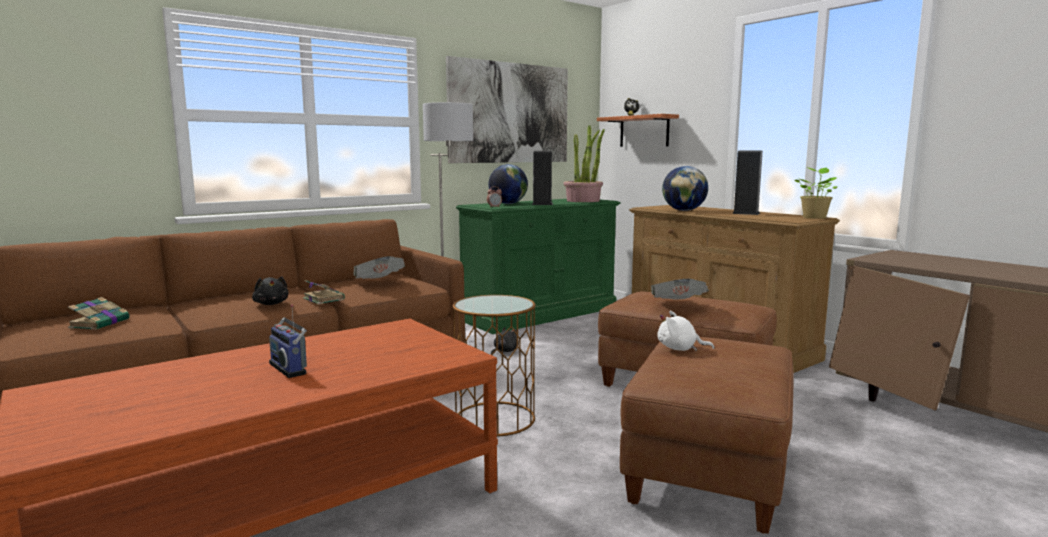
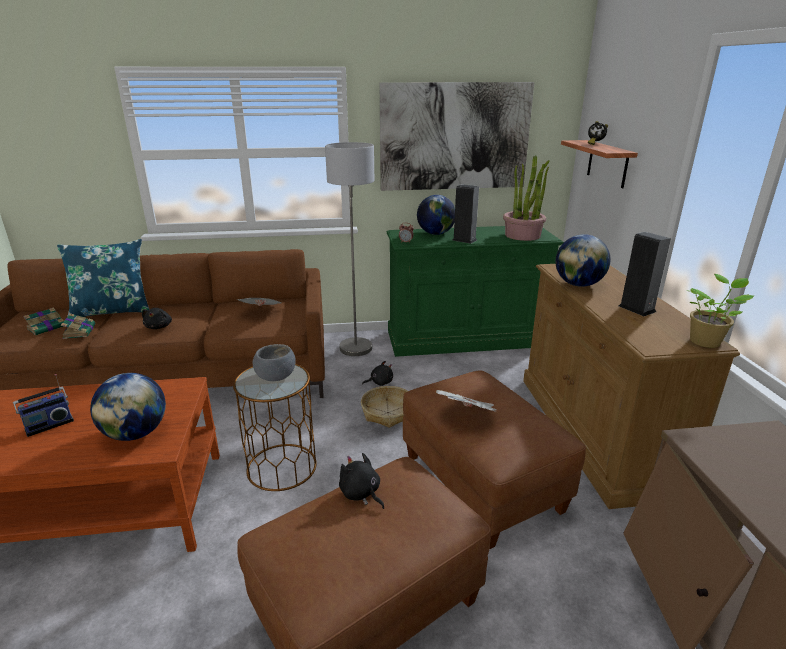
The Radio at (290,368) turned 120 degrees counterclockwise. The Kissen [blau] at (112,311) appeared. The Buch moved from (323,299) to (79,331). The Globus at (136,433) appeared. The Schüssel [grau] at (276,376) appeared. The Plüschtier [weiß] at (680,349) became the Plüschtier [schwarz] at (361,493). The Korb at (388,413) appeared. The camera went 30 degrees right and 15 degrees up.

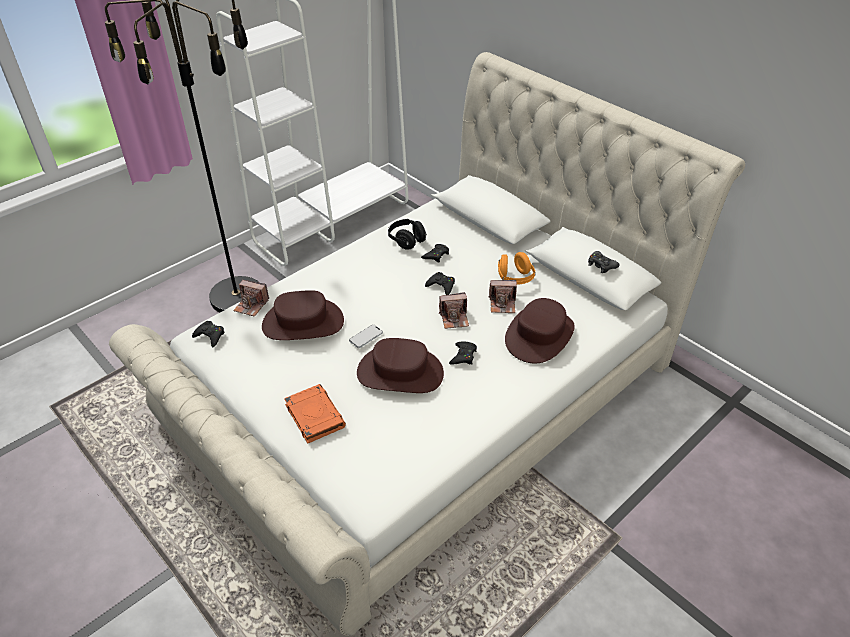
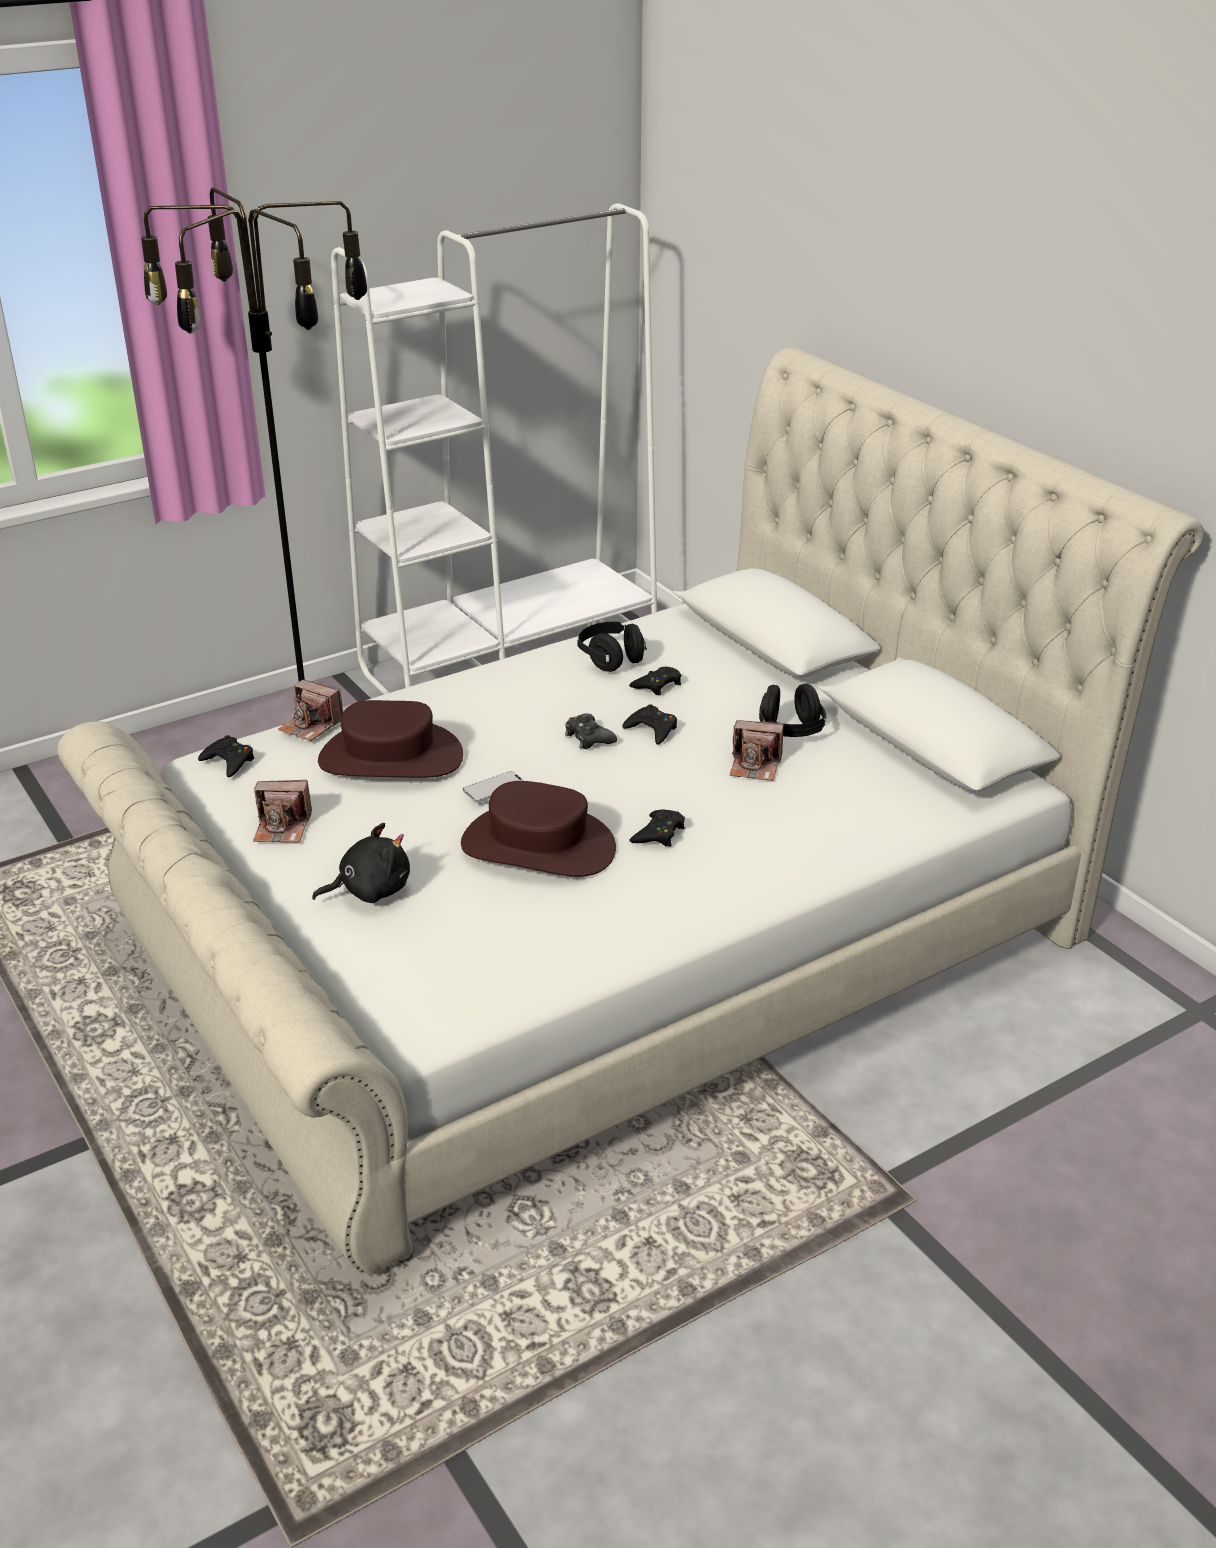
The Kamera moved from (454,318) to (282,828). The Buch [orange] at (314,416) was replaced by the Plüschtier [schwarz] at (370,890). The Gamepad [schwarz] moved from (601,265) to (588,738). The Kopfhörer [orange] at (515,278) became the Kopfhörer [schwarz] at (790,731). The Hut [braun] at (539,335) disappeared. The camera went 10 degrees right and 10 degrees down.

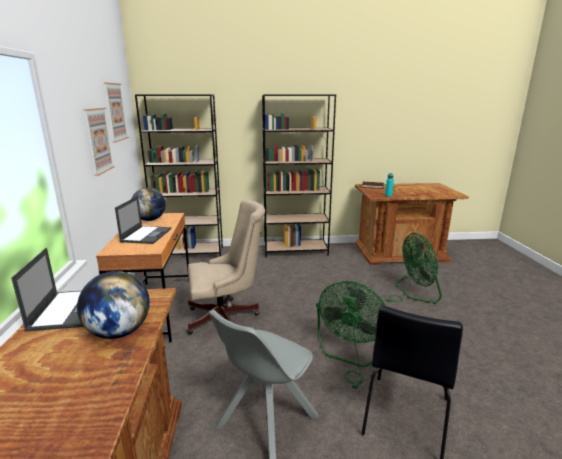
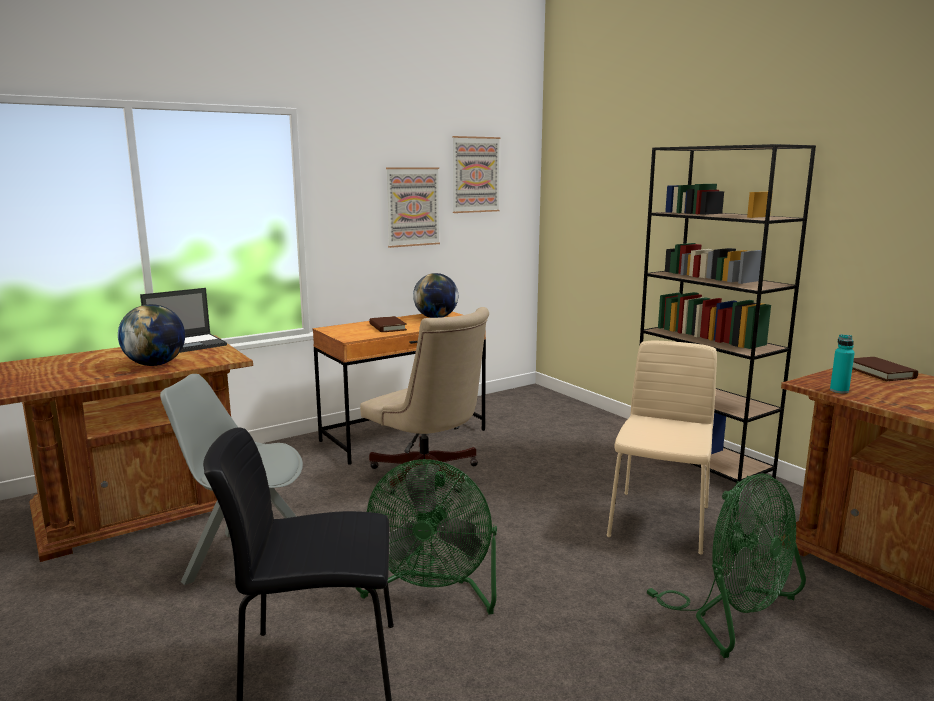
The Ventilator [grün] at (350,356) turned 105 degrees clockwise. The Laptop at (146,235) was replaced by the Buch [braun] at (387,327). The Stuhl [beige] at (660,519) appeared. The Bücherregal [beige] at (190,253) disappeared. The camera went 60 degrees right and 5 degrees down.

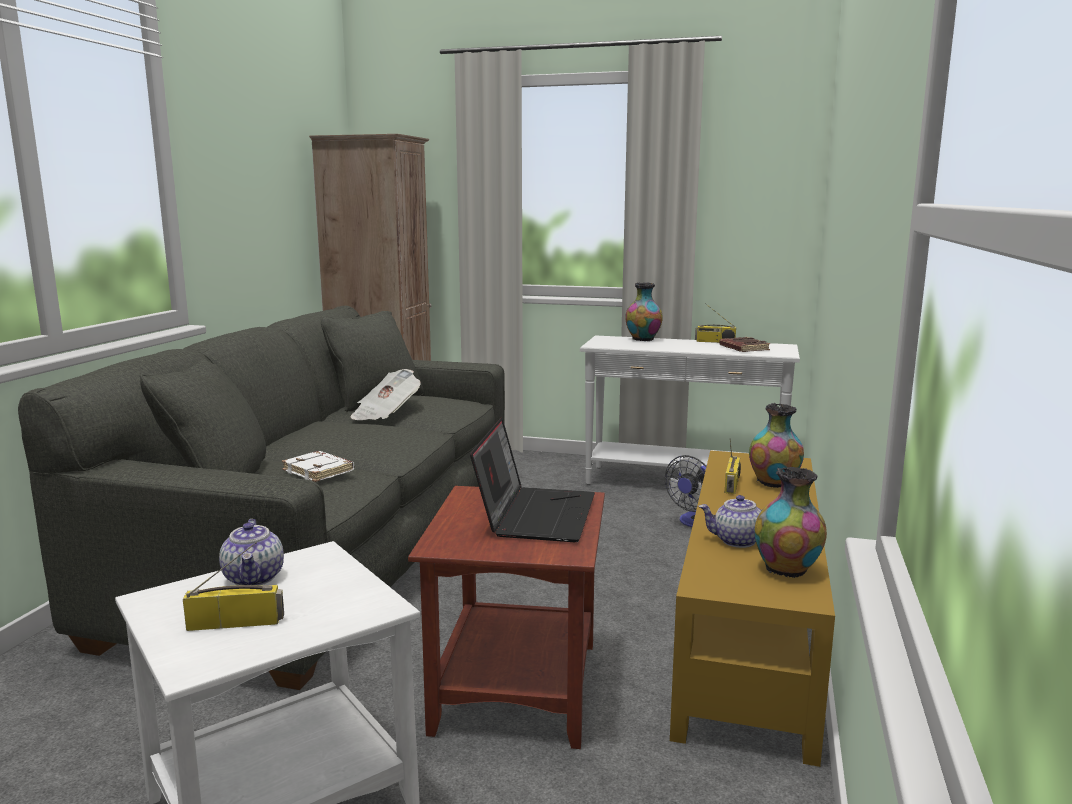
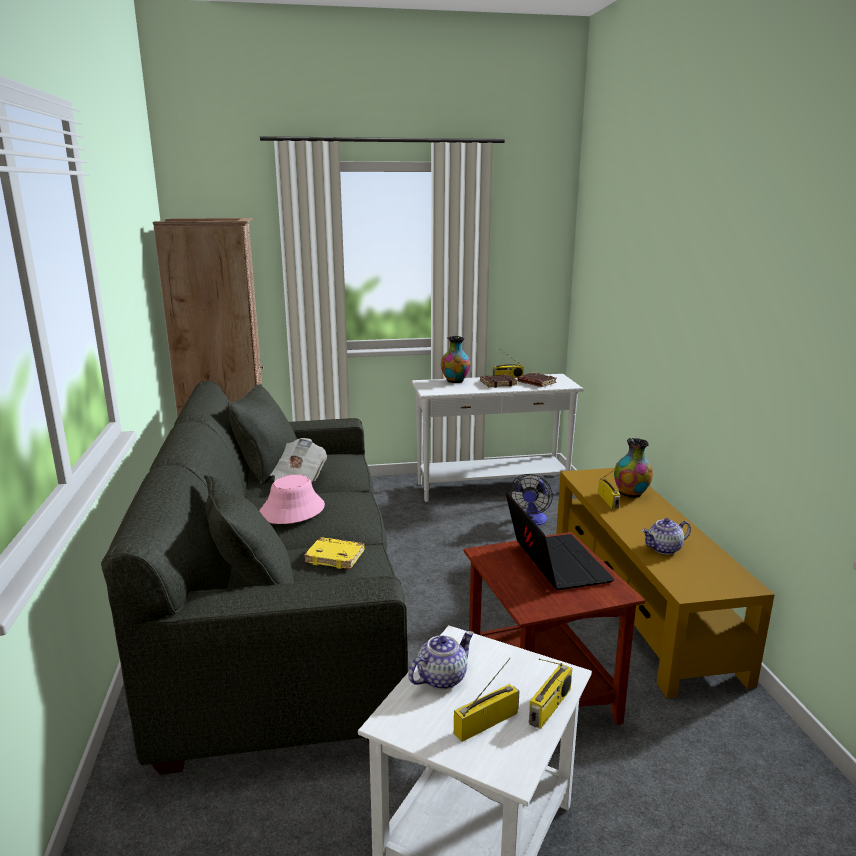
The Hut [rosa] at (292,510) appeared. The Buch [weiß] at (319,471) became the Buch [gelb] at (336,556). The Teekanne at (254,578) turned 90 degrees counterclockwise. The Buch [braun] at (498,383) appeared. The Radio at (550,707) appeared. The Vase at (787,570) disappeared. The camera went 25 degrees left and 5 degrees up.

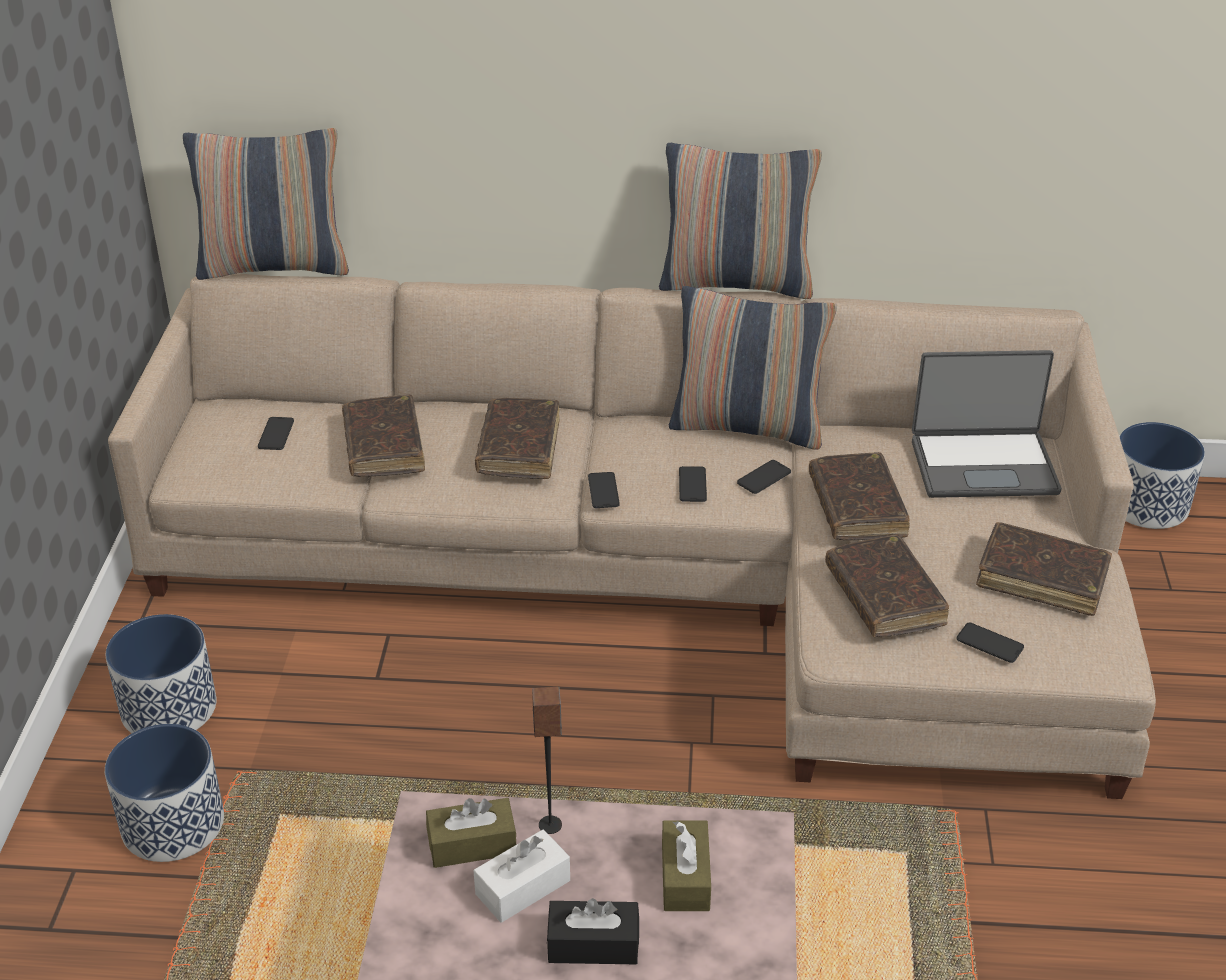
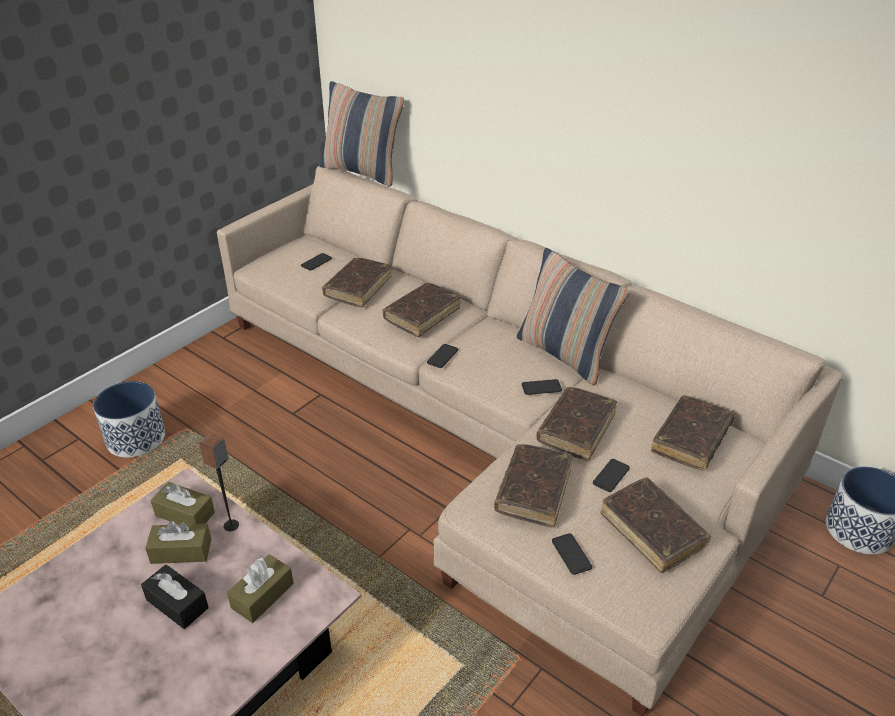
The Taschentuchbox [weiß] at (523,887) became the Taschentuchbox [braun] at (181,551). The Handy moved from (692,485) to (611,475). The Laptop at (983,465) was replaced by the Buch [braun] at (691,439). The Pflanzkübel at (168,709) disappeared. The Kissen at (736,283) disappeared. The camera went 35 degrees right and 0 degrees up.

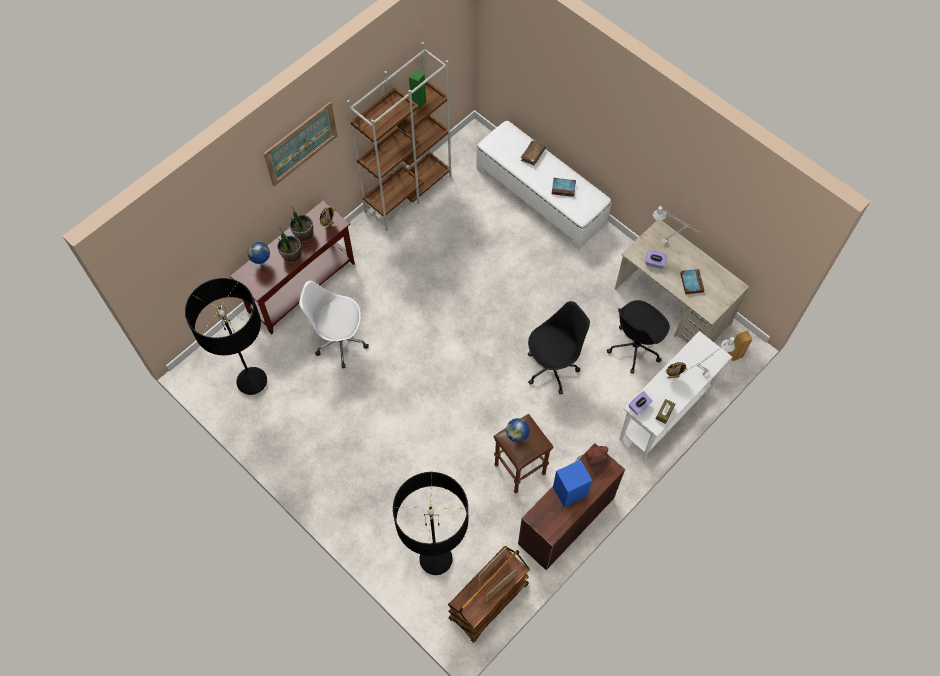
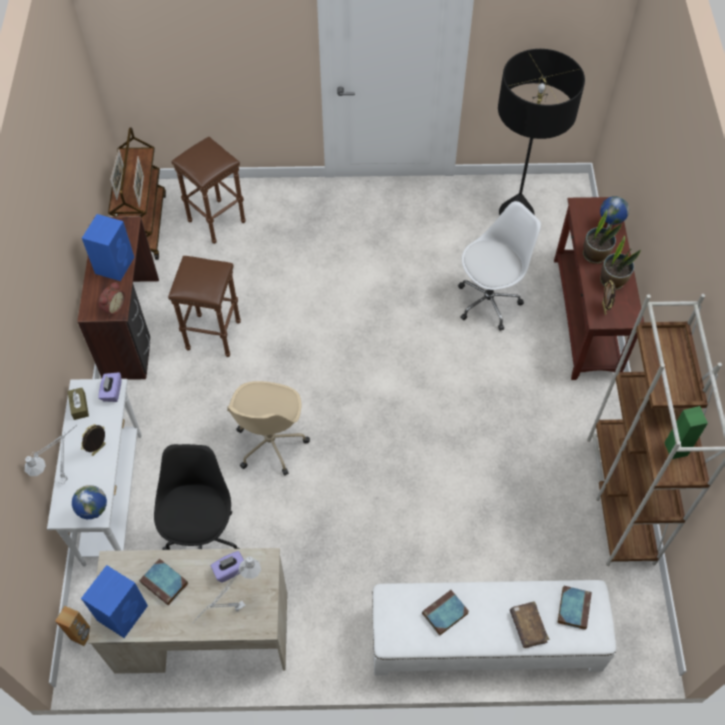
The Globus moved from (517,438) to (96,515). The Lautsprecher [blau] at (123,612) appeared. The Stehlampe [schwarz] at (436,560) was replaced by the Hocker [braun] at (216,220). The Bürostuhl [schwarz] at (552,368) became the Bürostuhl [beige] at (270,447). The Buch at (573,607) appeared. The Bild at (301,143) disappeared. The camera went 135 degrees right and 5 degrees down.

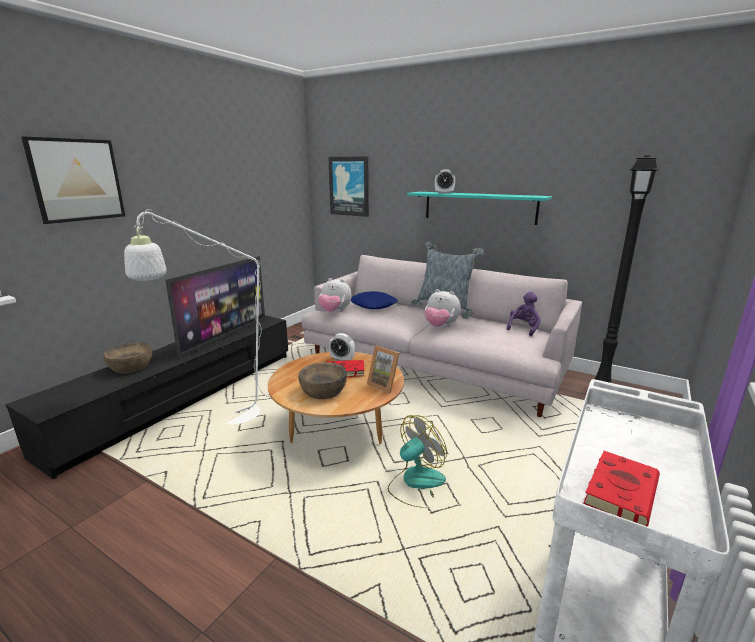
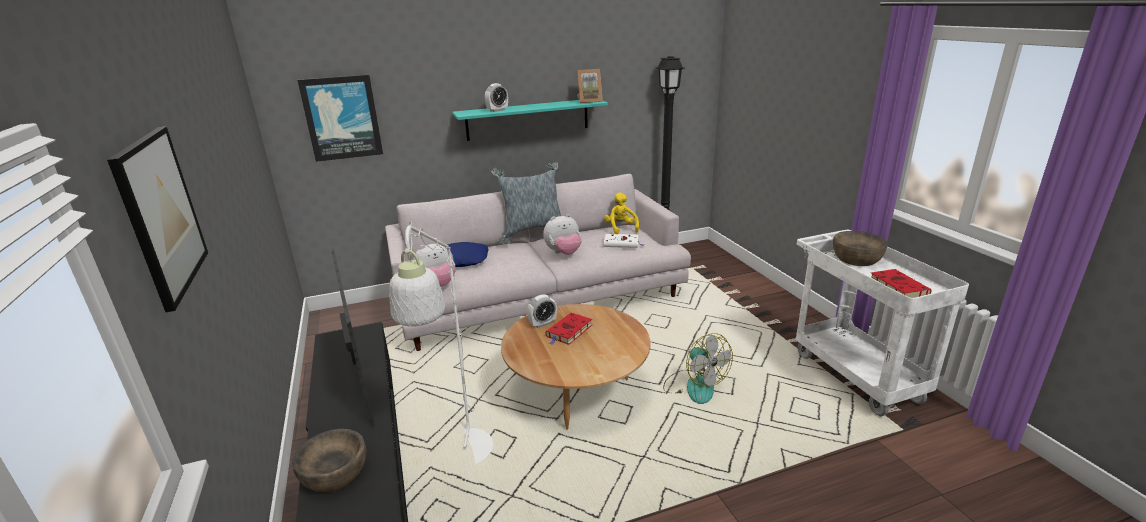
The Bilderrahmen moved from (385,385) to (589,101). The Buch [weiß] at (622,243) appeared. The Plüschtier [lila] at (523,328) became the Plüschtier [gelb] at (621,228). The Ventilator at (415,483) turned 150 degrees clockwise. The Schüssel [braun] moved from (323,390) to (856,258). The camera went 50 degrees left and 5 degrees up.

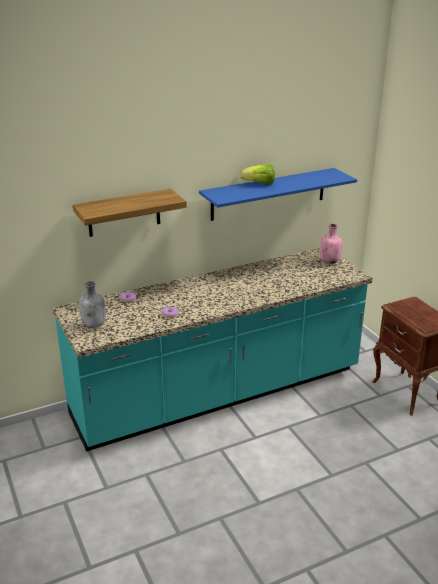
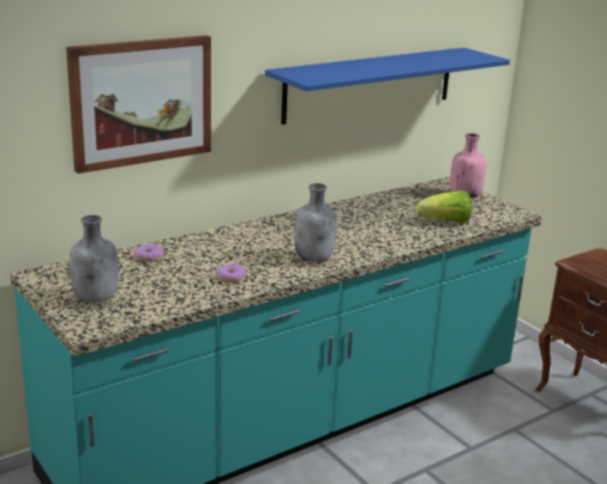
The Wandregal at (124,213) was replaced by the Bild at (141,101). The Flasche [grau] at (314,258) appeared. The Salatkopf moved from (259,183) to (445,222). The camera went 10 degrees left and 5 degrees down.

